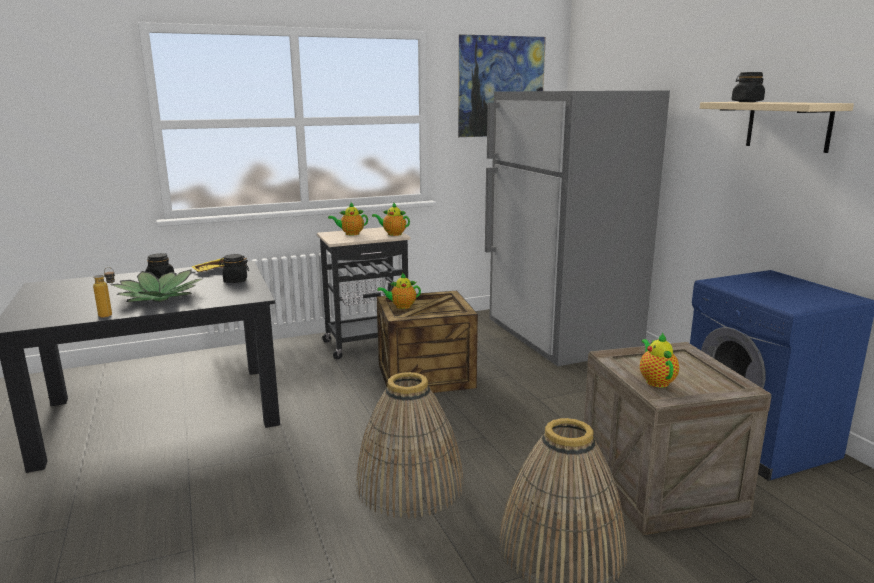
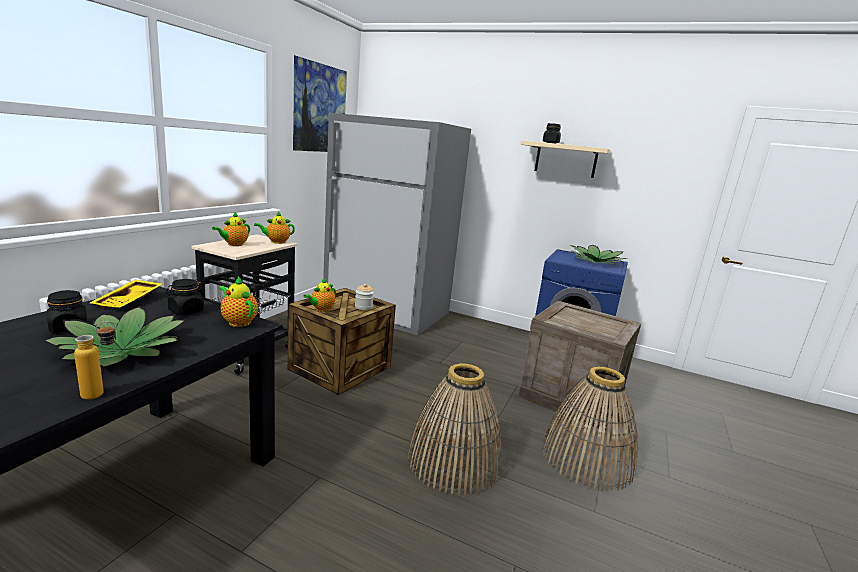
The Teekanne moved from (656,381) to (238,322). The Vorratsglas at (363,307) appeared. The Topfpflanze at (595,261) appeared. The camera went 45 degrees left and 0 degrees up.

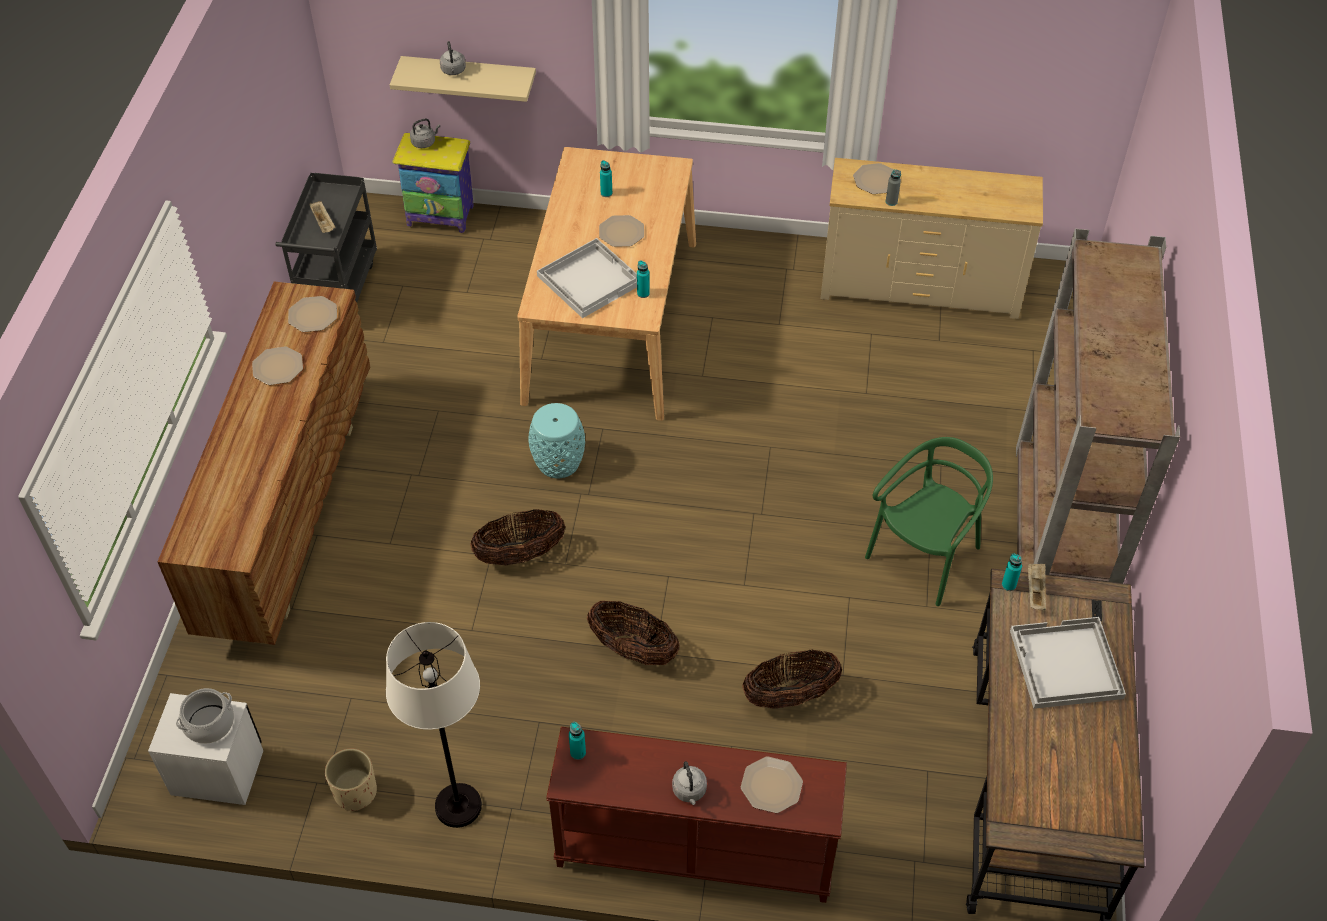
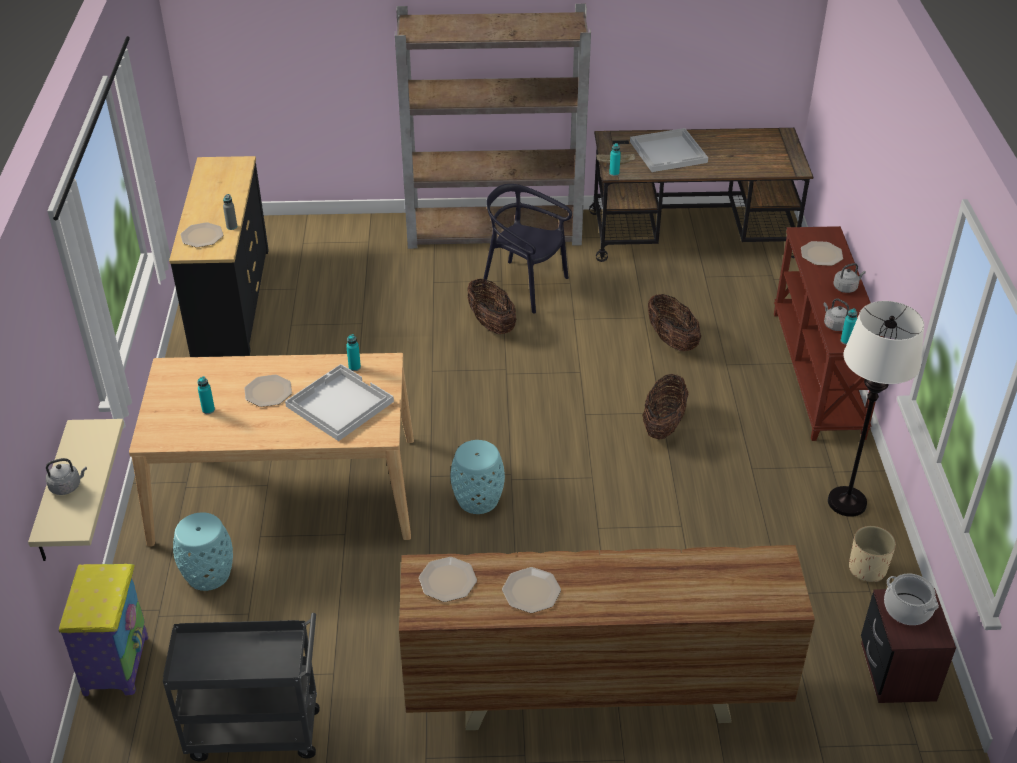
The Kommode [beige] at (920,286) became the Kommode [schwarz] at (230,301). The Hocker [türkis] at (208,574) appeared. The Korb moved from (520,554) to (491,324). The Stuhl [grün] at (925,556) became the Stuhl [schwarz] at (524,285). The Wasserkessel [grau] moved from (424,142) to (834,325). The Nachttisch [weiß] at (217,772) became the Nachttisch [braun] at (897,672). The Tablett [beige] at (323,223) disappeared. The camera went 100 degrees left and 10 degrees down.

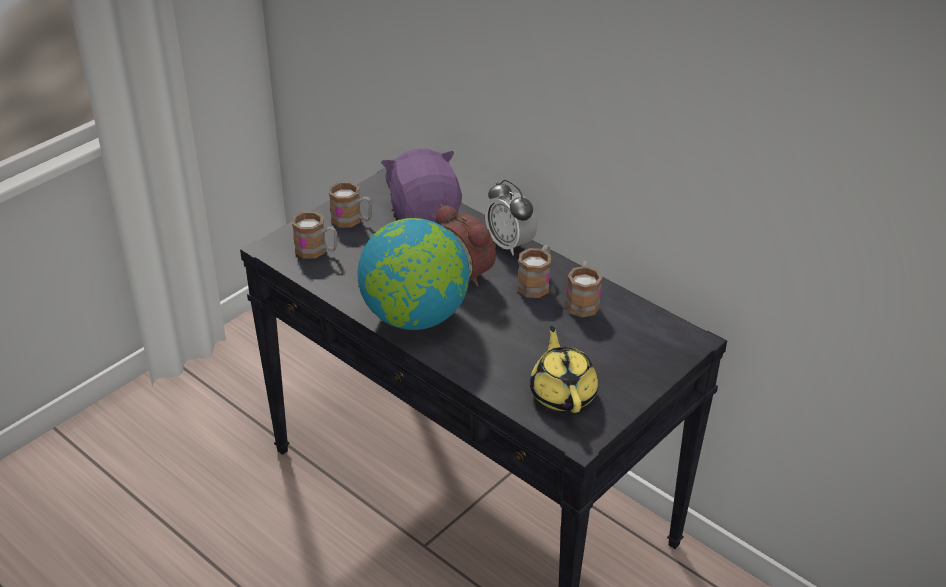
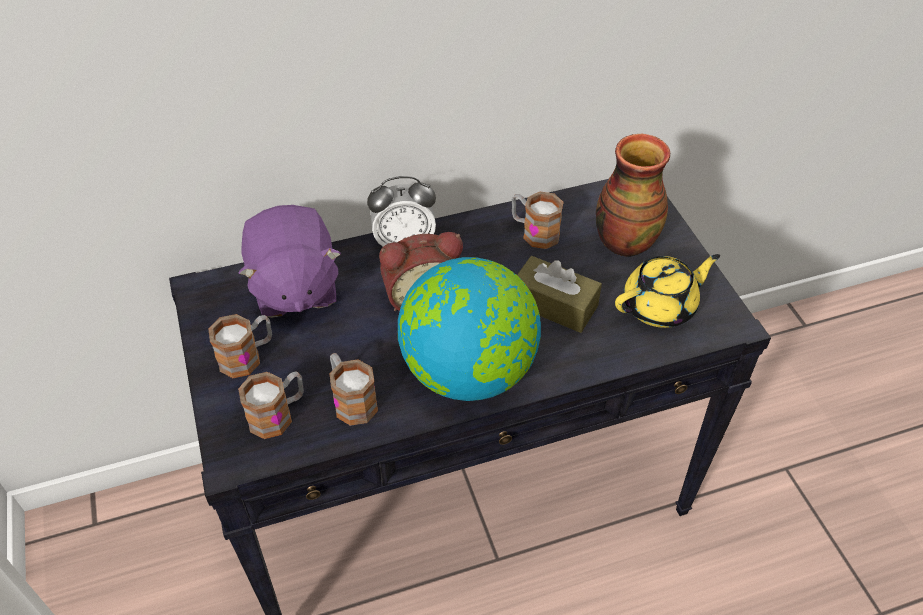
The Plüschtier [lila] at (425,214) turned 120 degrees counterclockwise. The Henkelbecher moved from (536,283) to (351,400). The Taschentuchbox [braun] at (554,305) appeared. The Vase at (624,241) appeared. The Teekanne [gelb] at (562,393) turned 135 degrees clockwise. The camera went 60 degrees left and 10 degrees up.

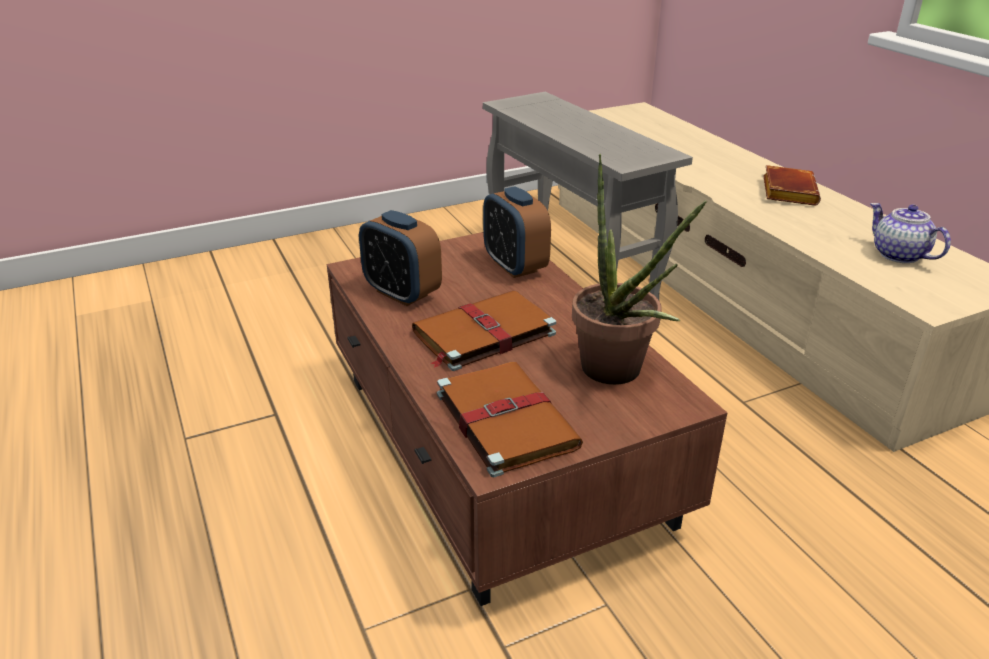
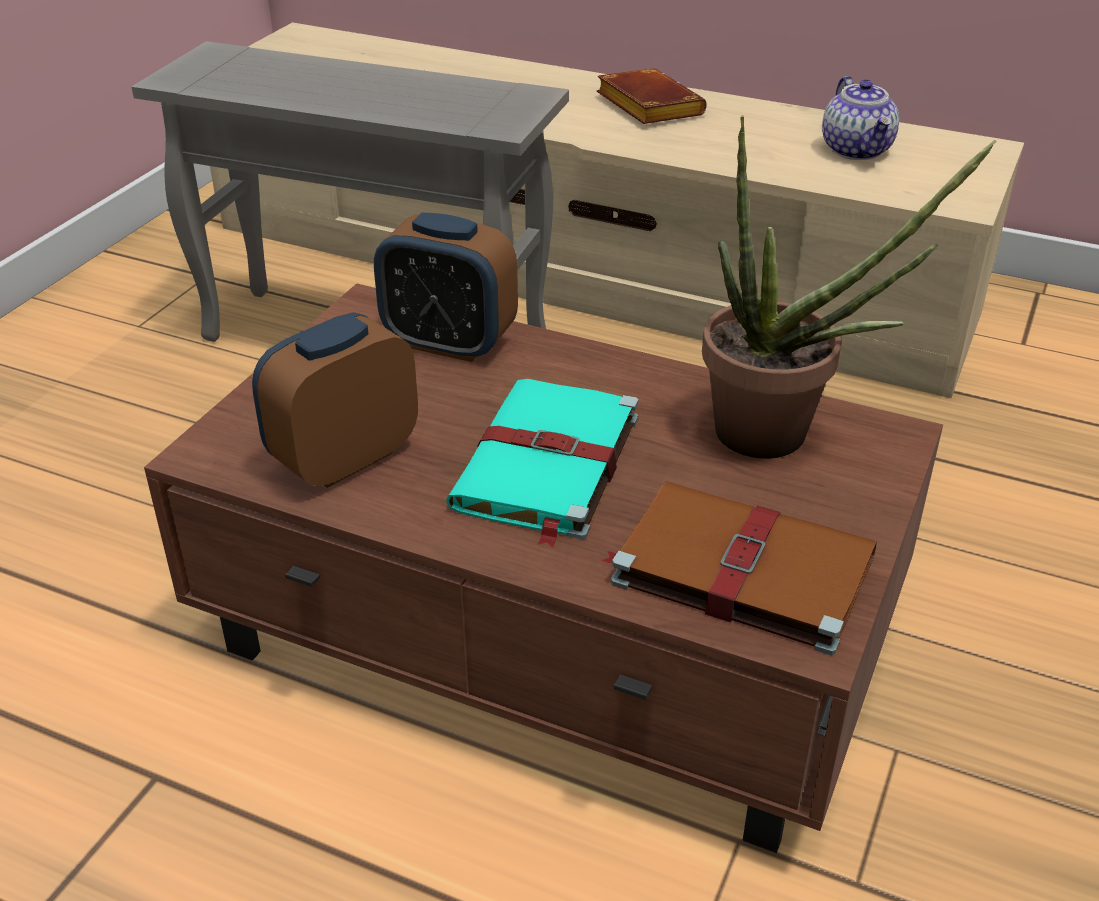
The Wecker at (402,293) turned 135 degrees clockwise. The Buch [braun] at (482,334) became the Buch [türkis] at (546,465). The Teekanne at (898,255) turned 120 degrees counterclockwise. The camera went 40 degrees left and 5 degrees up.

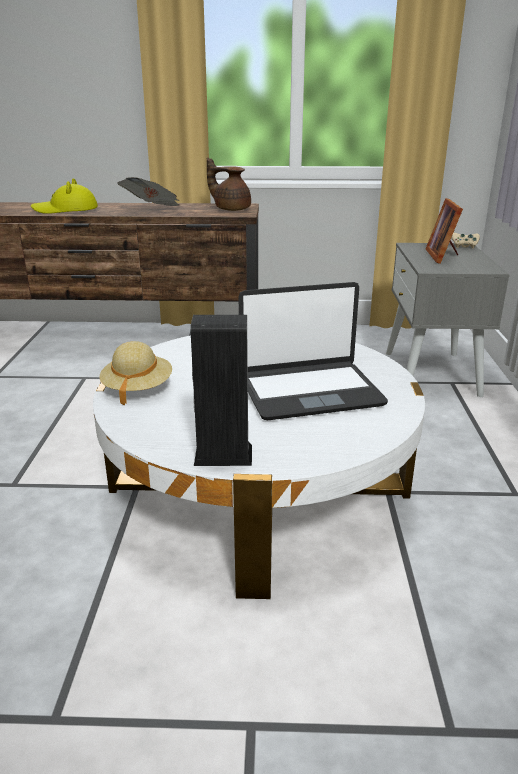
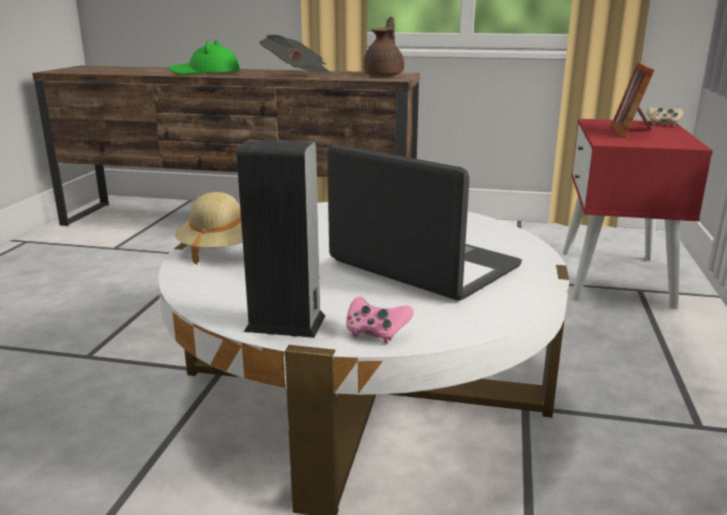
The Hut [gelb] at (66,210) became the Hut [grün] at (205,73). The Laptop at (309,391) turned 135 degrees counterclockwise. The Gamepad [rosa] at (376,333) appeared. The Teekanne [braun] at (231,209) turned 75 degrees clockwise. The Nachttisch [grau] at (431,373) became the Nachttisch [rot] at (615,278). The camera went 10 degrees right and 5 degrees down.

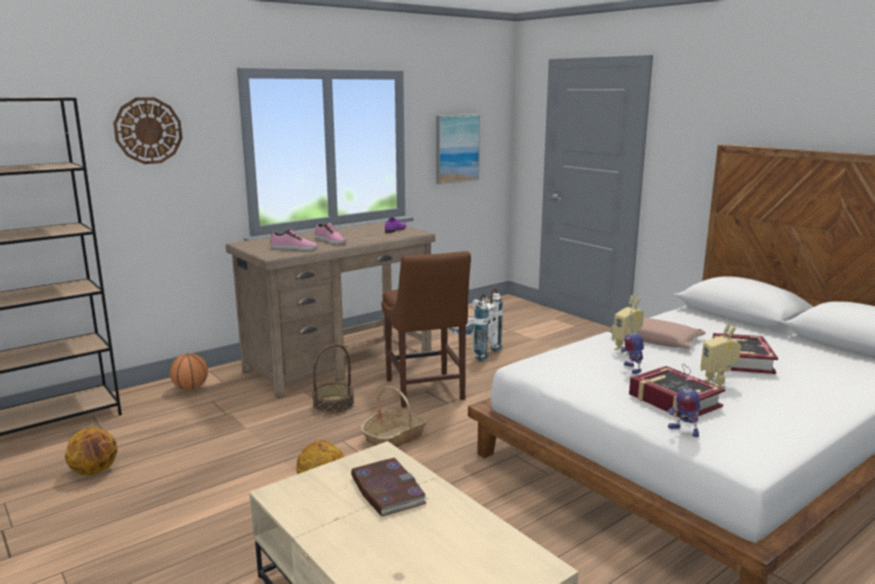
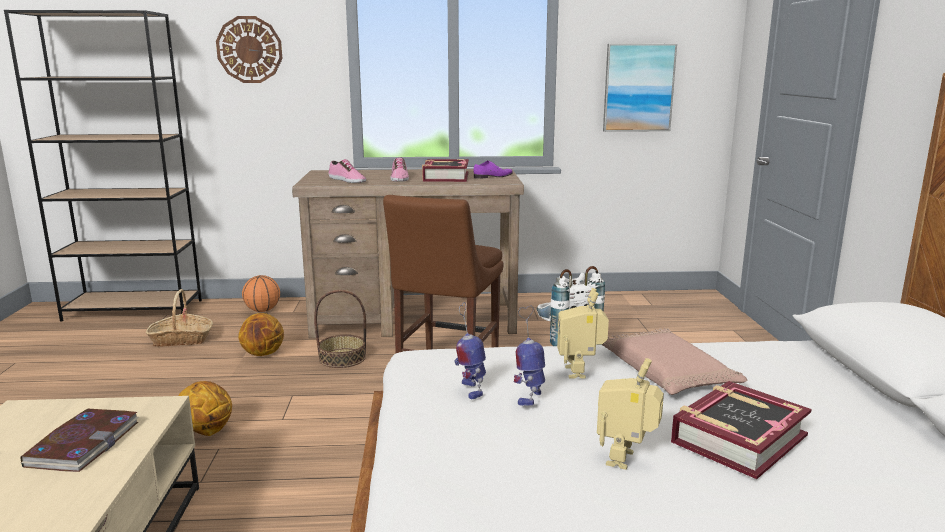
The Korb moved from (394,437) to (181,339). The Basketball moved from (95,471) to (263,354). The Buch moved from (674,401) to (445,177). The Spielzeugroboter moved from (683,431) to (470,390). The camera went 35 degrees right and 0 degrees up.

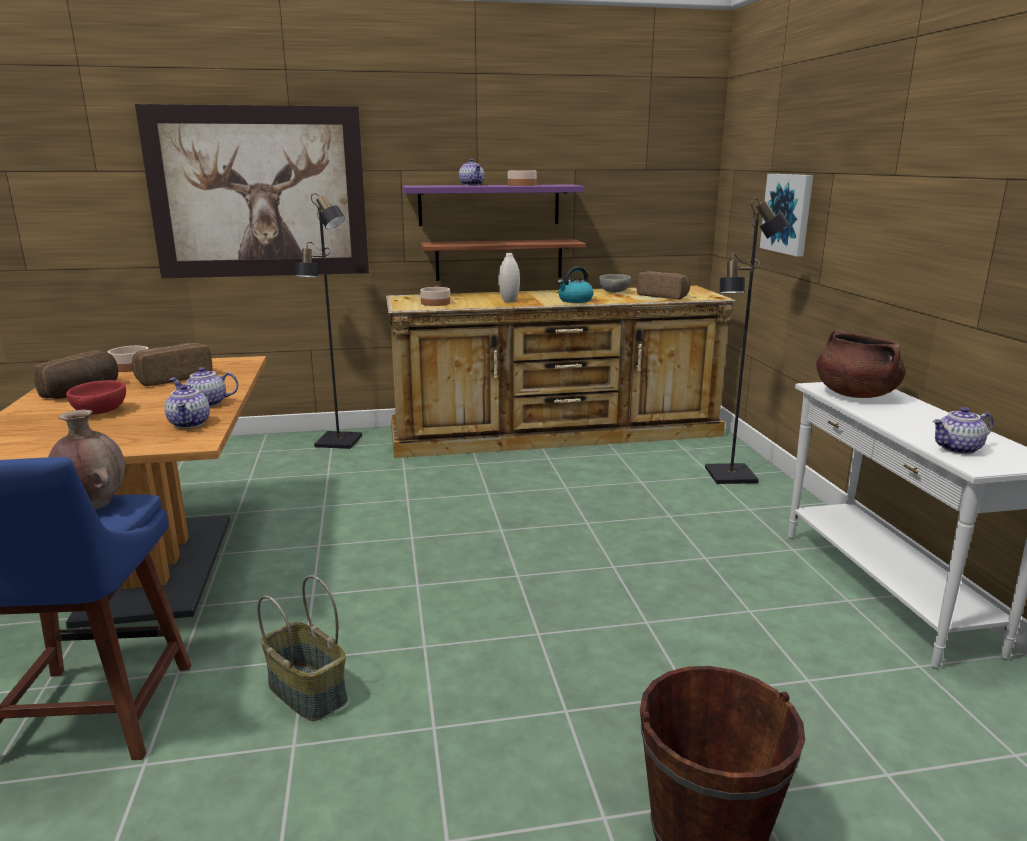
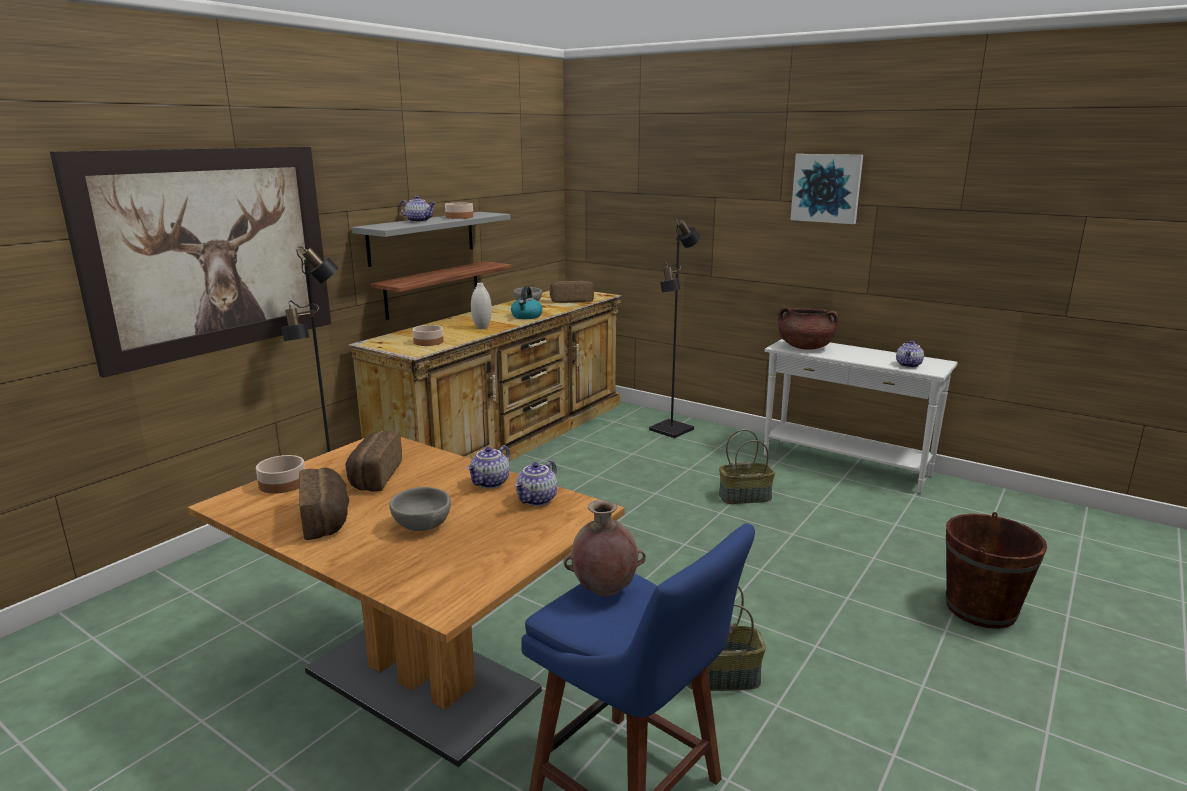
The Wandregal [lila] at (489,205) became the Wandregal [grau] at (422,238). The Schüssel [rot] at (102,411) became the Schüssel [grau] at (423,524). The Teekanne at (190,424) turned 90 degrees clockwise. The Korb at (745,496) appeared. The Bild moved from (788,213) to (826,188). The camera went 45 degrees left and 0 degrees up.

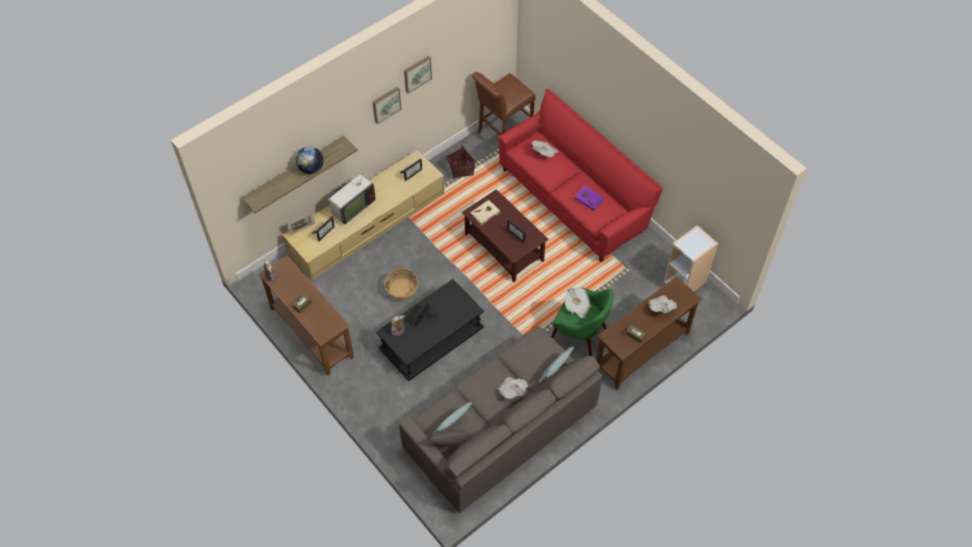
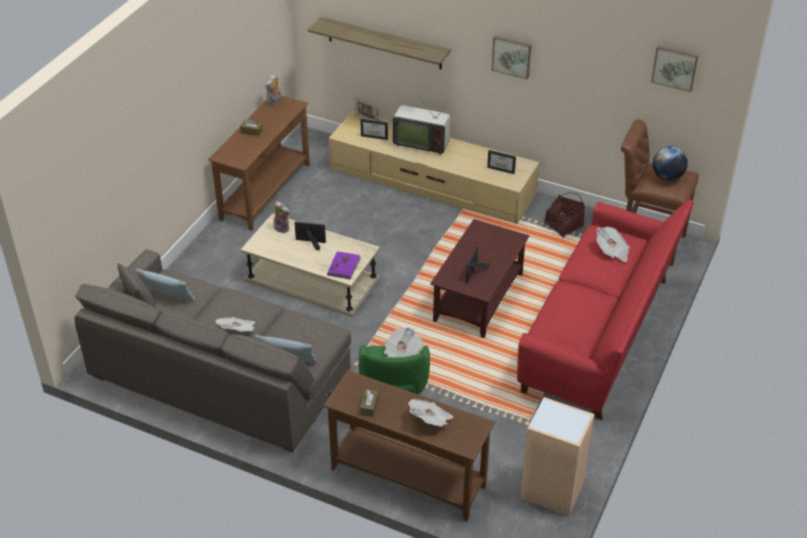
The Couchtisch [schwarz] at (431,338) became the Couchtisch [beige] at (311,279). The Buch [lila] moved from (589,198) to (344,266). The Bild moved from (417,73) to (675,67). The Globus moved from (311,168) to (667,177). The Korb at (401,289) disappeared. The Buch [beige] at (485,213) disappeared. The camera went 65 degrees right and 15 degrees down.

